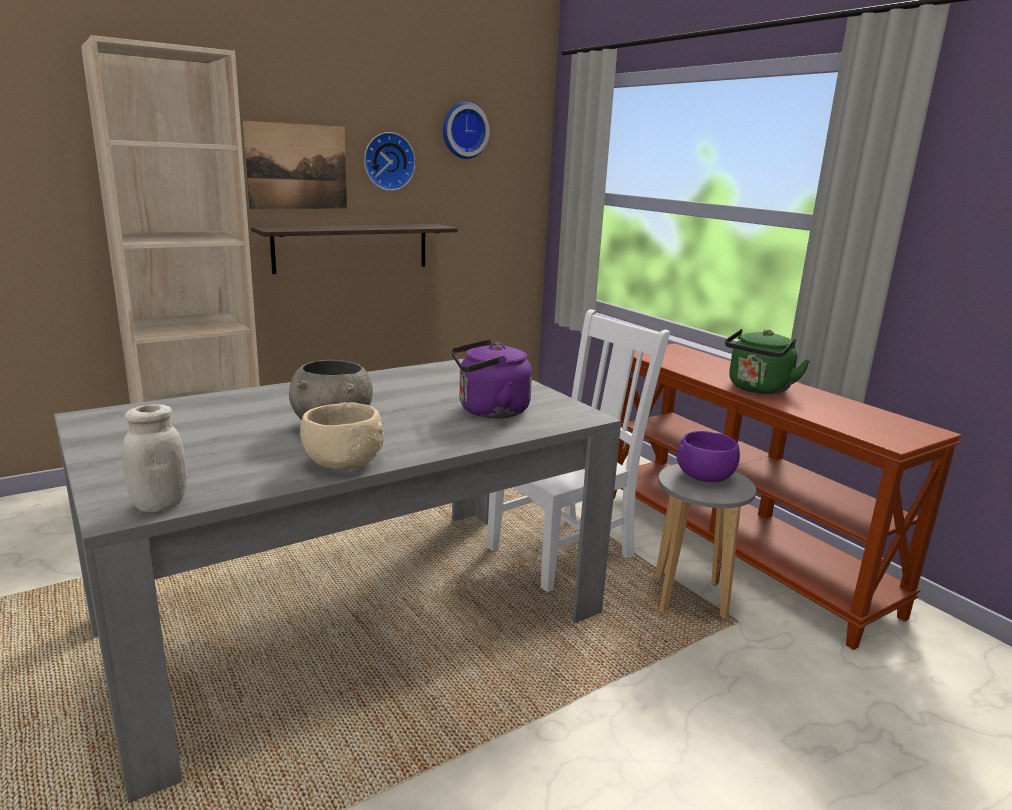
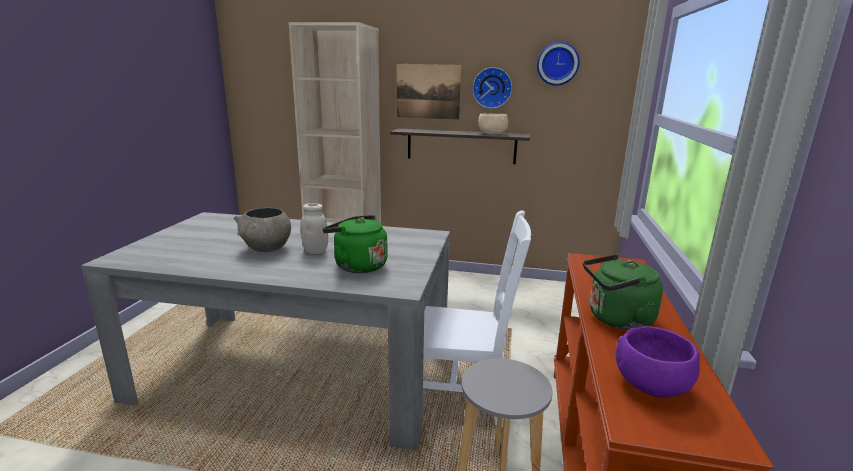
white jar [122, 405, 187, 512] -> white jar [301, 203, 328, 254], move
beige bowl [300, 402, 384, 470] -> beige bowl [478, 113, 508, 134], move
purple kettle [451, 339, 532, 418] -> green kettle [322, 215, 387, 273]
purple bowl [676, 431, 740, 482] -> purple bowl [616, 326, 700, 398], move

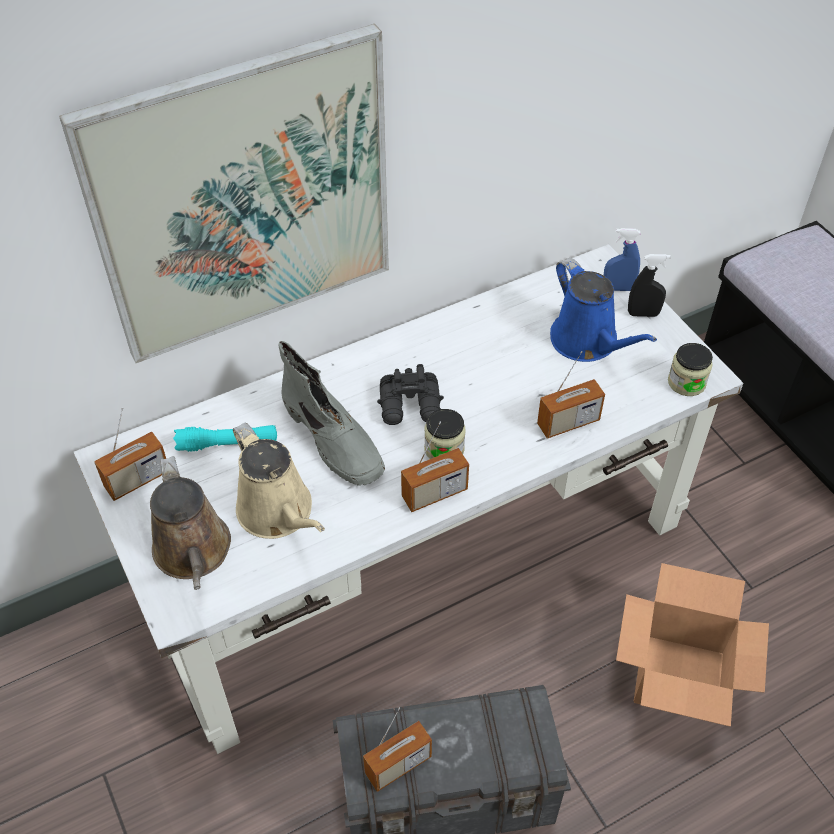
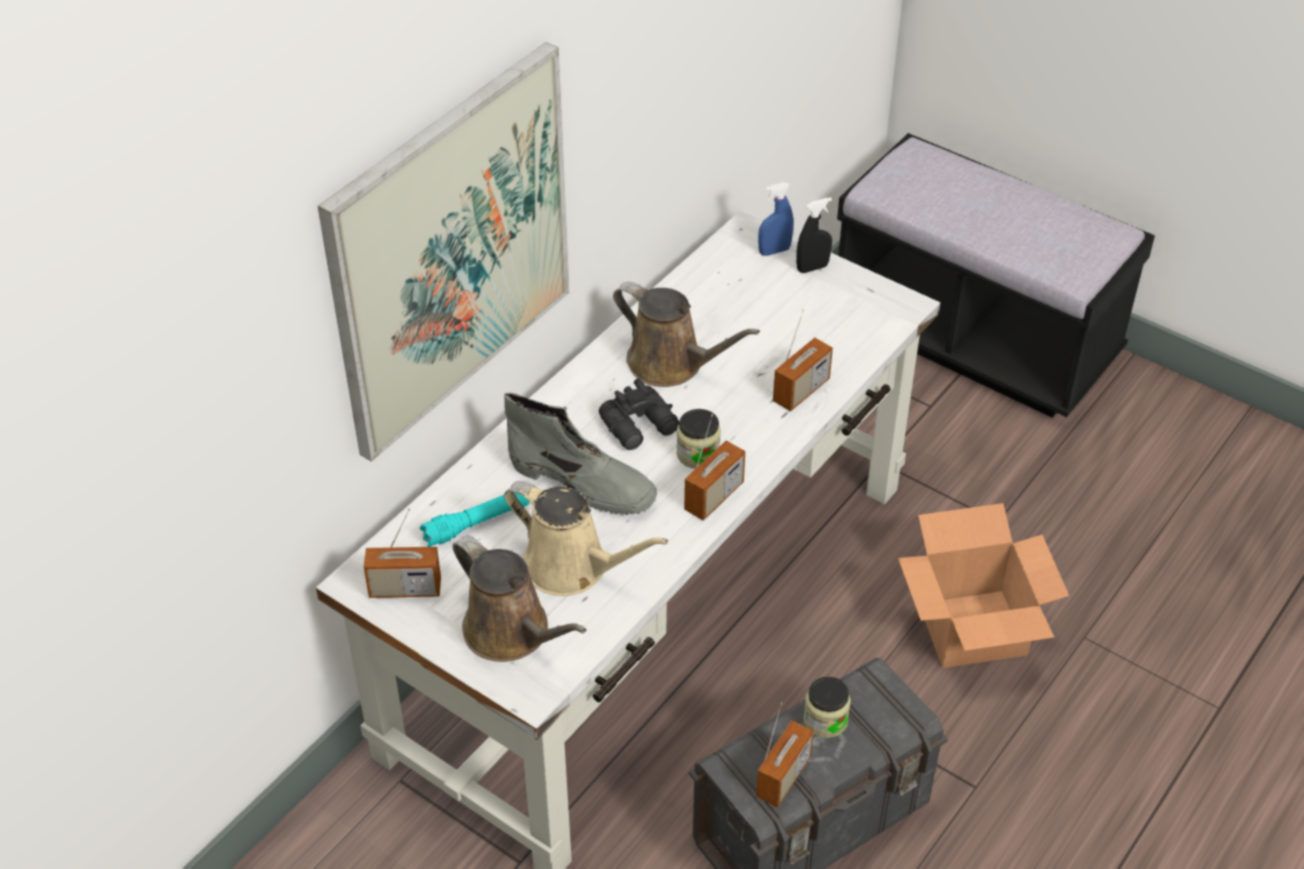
radio [94, 407, 166, 501] -> radio [364, 508, 441, 598], 60 degrees clockwise
blue watering can [550, 258, 657, 362] -> none
jar [668, 343, 713, 396] -> jar [803, 677, 851, 738], move
none -> brown watering can [613, 282, 760, 387]

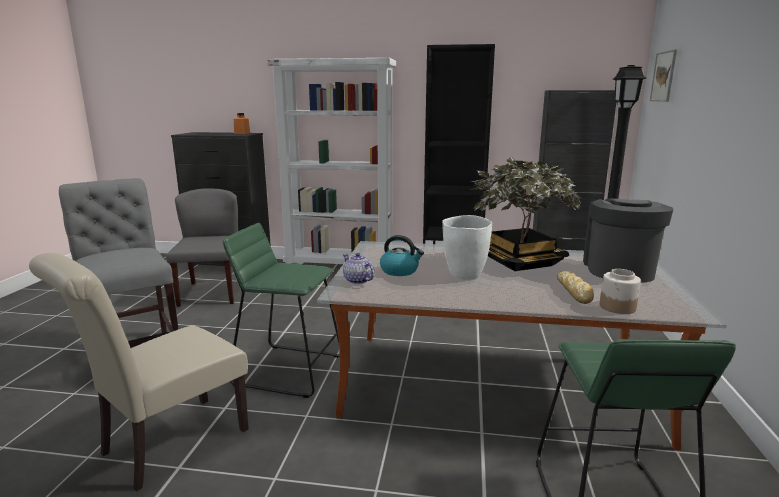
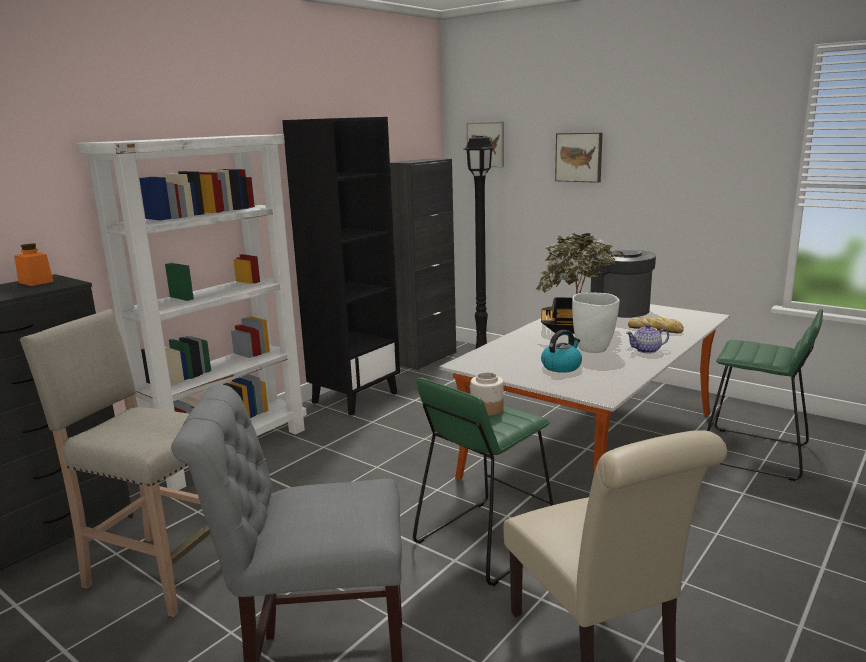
grey chair [166, 188, 238, 307] -> beige stool [19, 309, 211, 617]
teapot [343, 253, 375, 284] -> teapot [626, 324, 669, 353], move
jar [599, 269, 641, 314] -> jar [470, 372, 504, 416], move
none -> picture [555, 132, 603, 183]

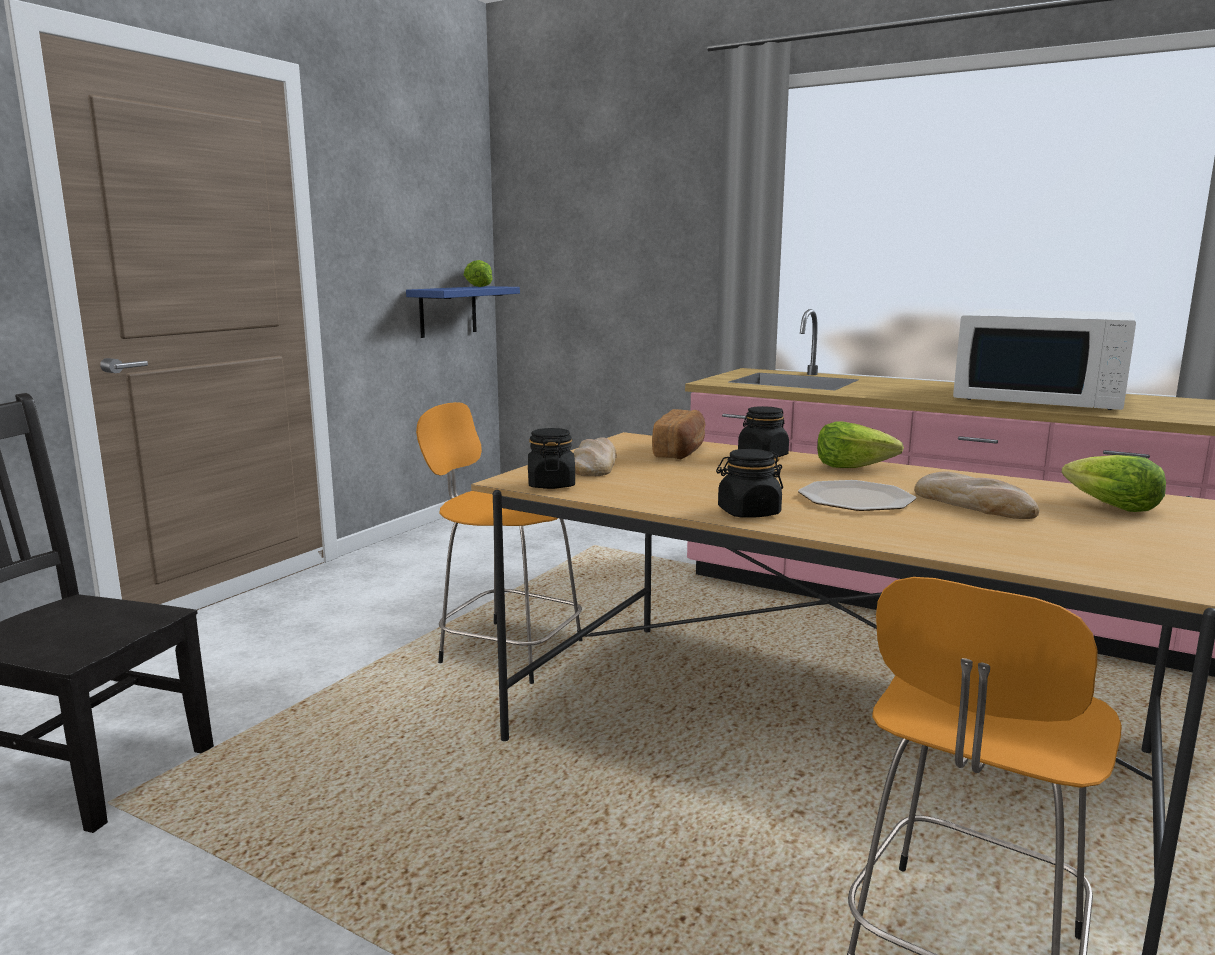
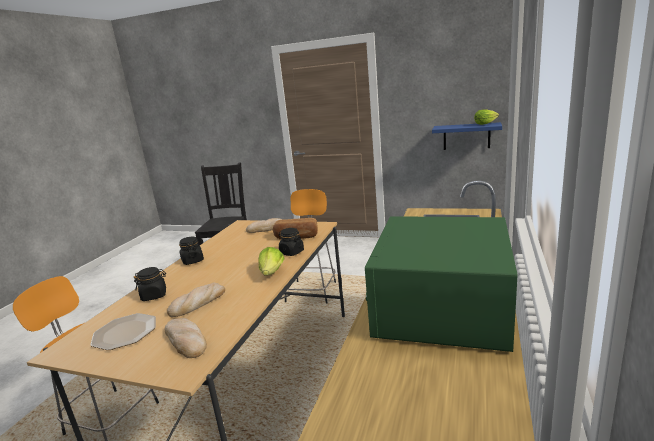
black jar [528, 428, 575, 489] -> black jar [134, 267, 166, 301], move
plate [798, 480, 916, 511] -> plate [90, 313, 156, 350], move
white microwave [953, 308, 1136, 410] -> green microwave [365, 216, 517, 352]
lettuce [1062, 455, 1166, 512] -> bread [165, 318, 207, 358]

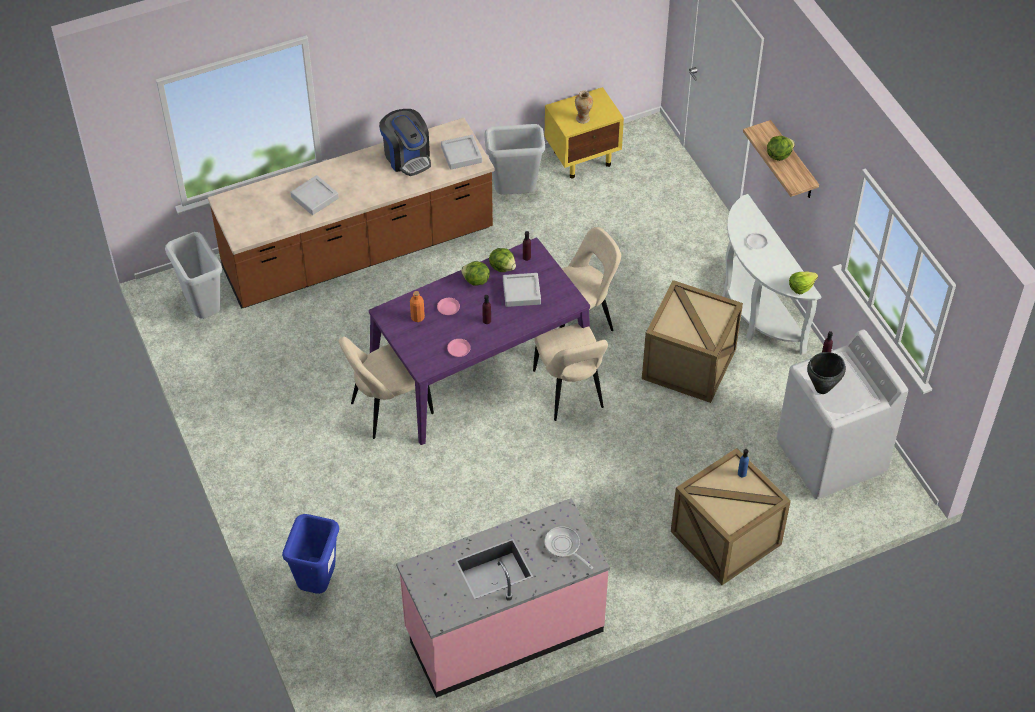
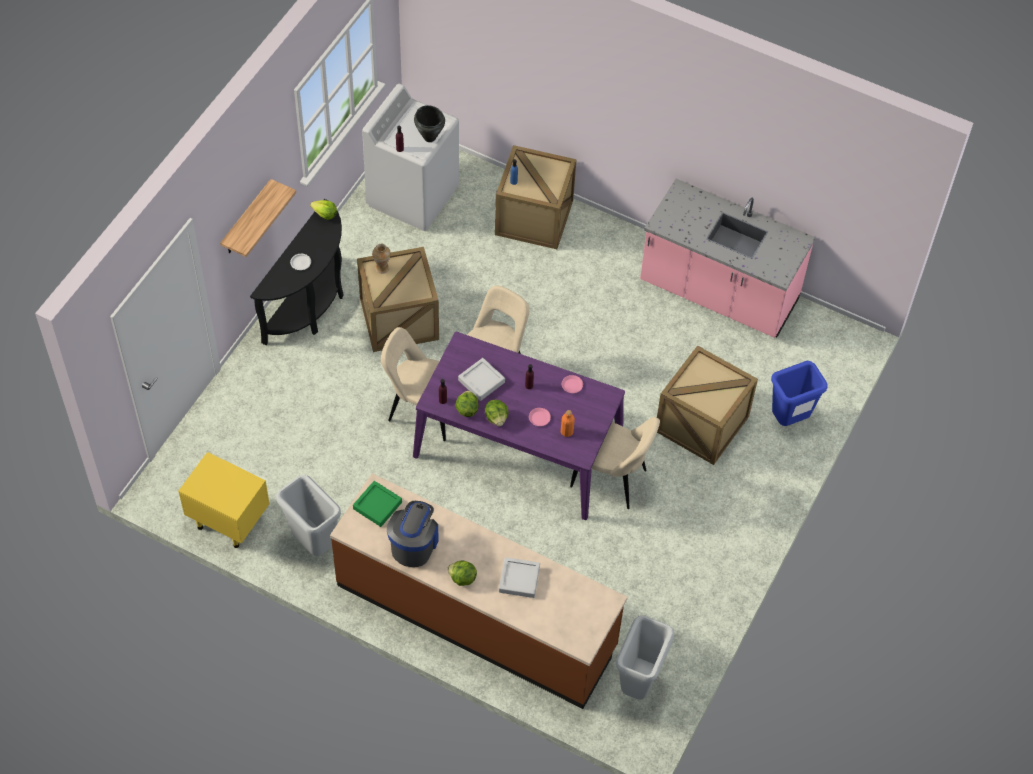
grey tray [441, 135, 482, 170] -> green tray [353, 481, 402, 527]
frying pan [544, 526, 593, 569] -> none
vase [575, 91, 593, 124] -> vase [372, 244, 391, 274], move
white console table [722, 194, 822, 355] -> black console table [250, 199, 344, 345]
lettuce [767, 136, 795, 161] -> lettuce [447, 560, 477, 586], move
none -> crate [657, 345, 758, 465]

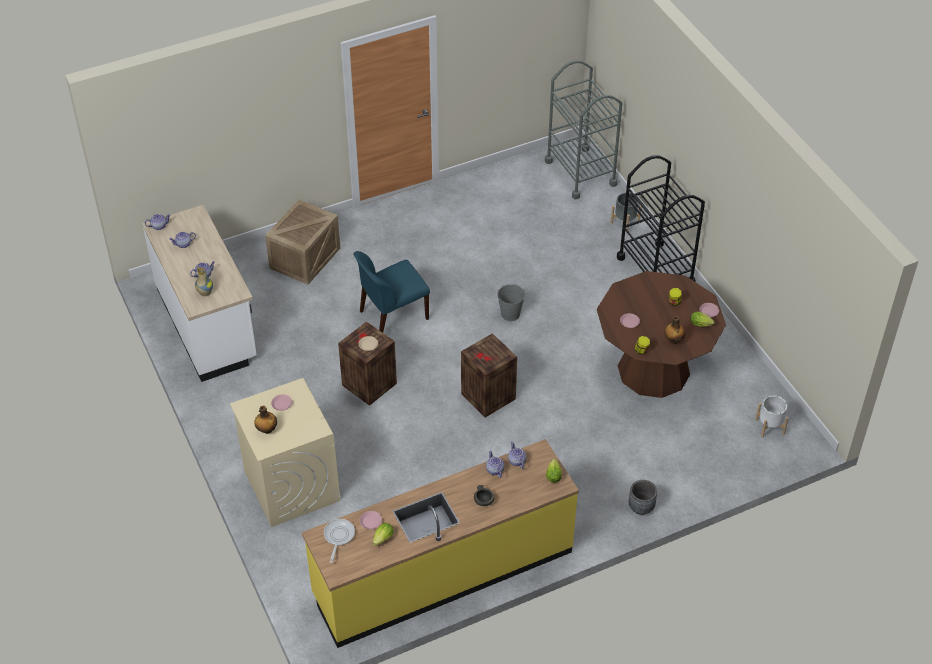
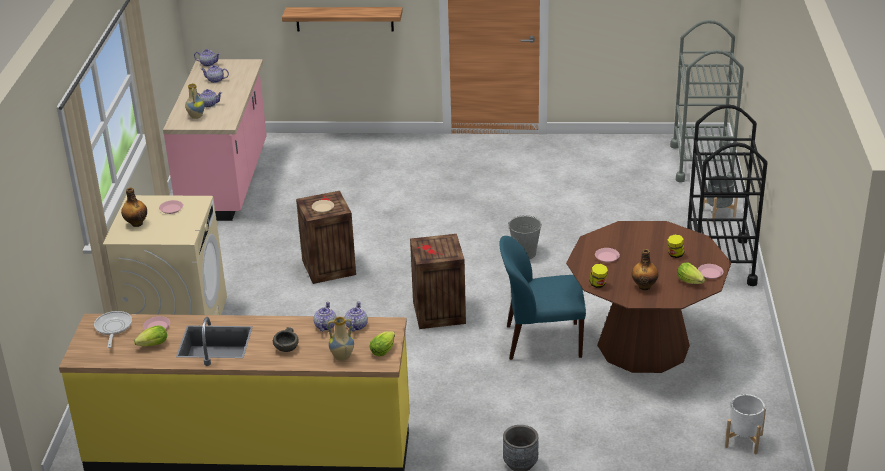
white counter [142, 205, 257, 382] -> pink counter [163, 59, 267, 221]
crate [265, 200, 340, 285] -> none
frying pan [324, 519, 355, 563] -> frying pan [94, 311, 132, 348], 45 degrees counterclockwise
blue chair [353, 251, 430, 333] -> blue chair [500, 236, 586, 360], move
none -> shelf [282, 7, 403, 32]
none -> vase [327, 317, 354, 361]

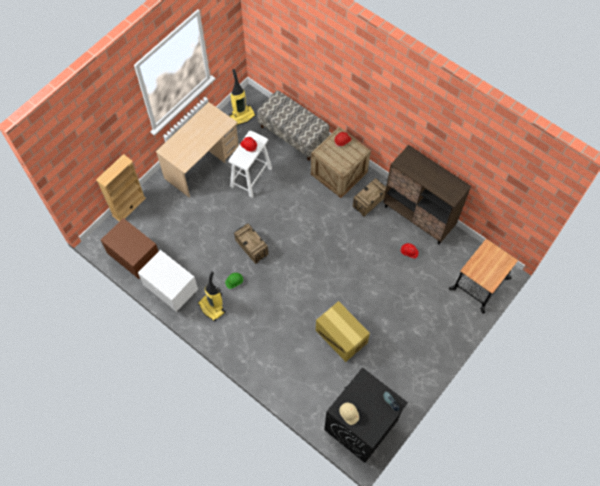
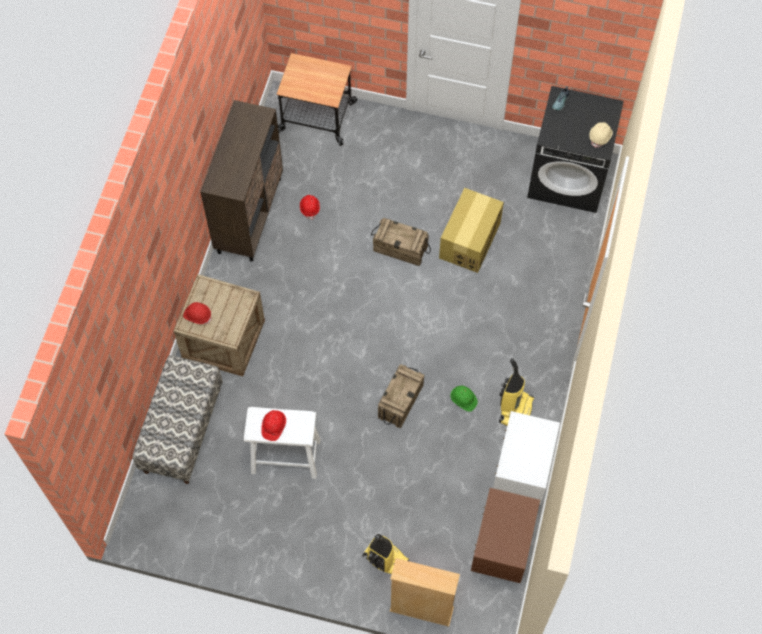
beige desk [156, 102, 239, 198] -> none
vacuum cleaner [229, 69, 256, 126] -> vacuum cleaner [362, 534, 410, 574], move
crate [353, 178, 386, 216] -> crate [371, 218, 431, 266], move

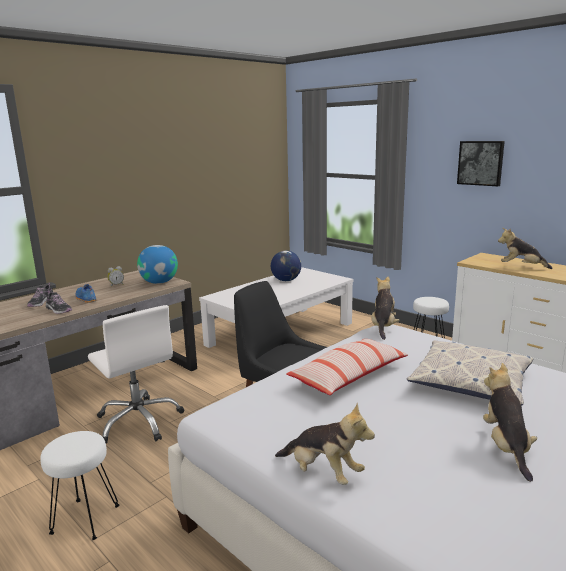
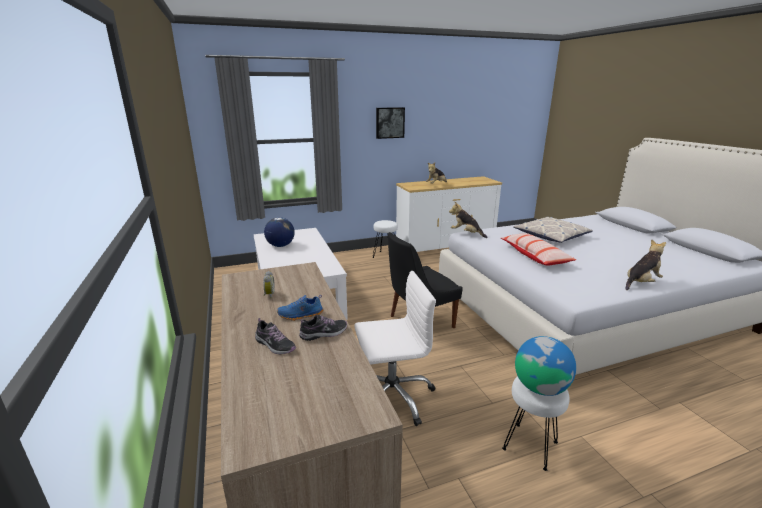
globe [137, 245, 178, 284] -> globe [515, 336, 576, 396], move
plush toy [483, 363, 537, 482] -> none

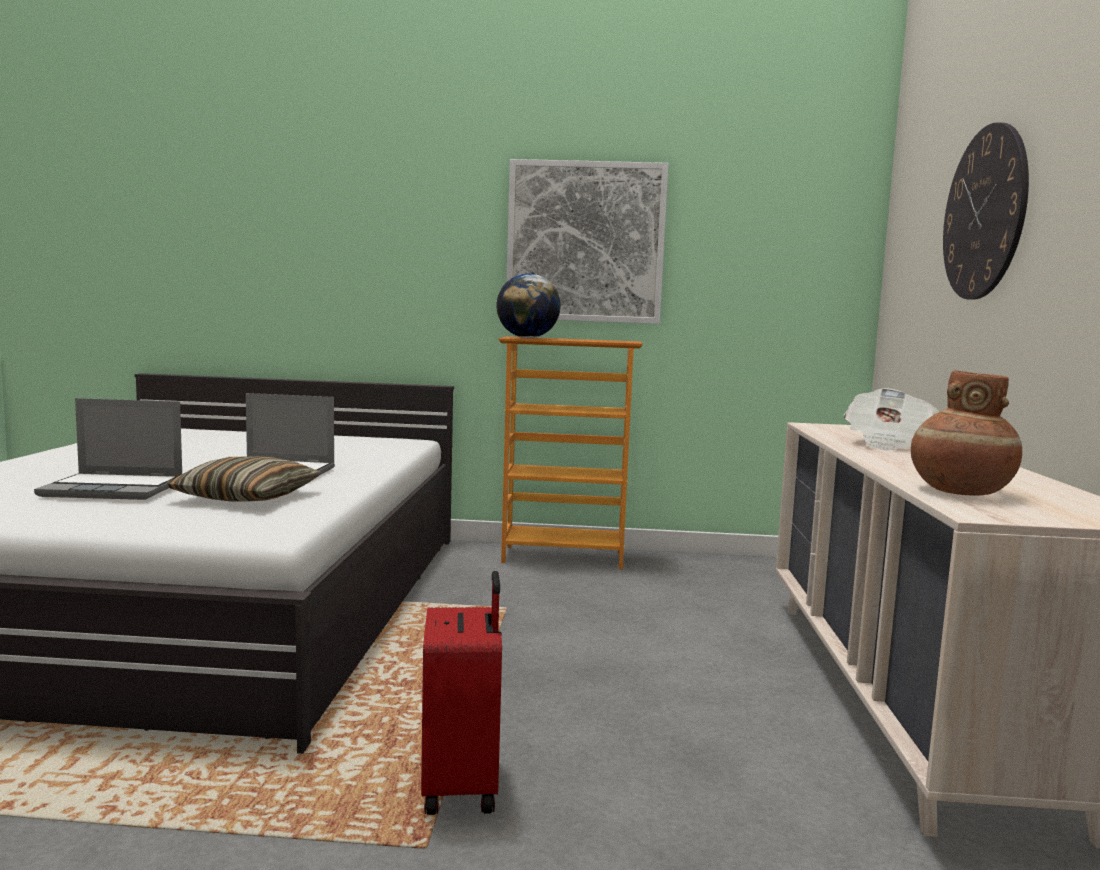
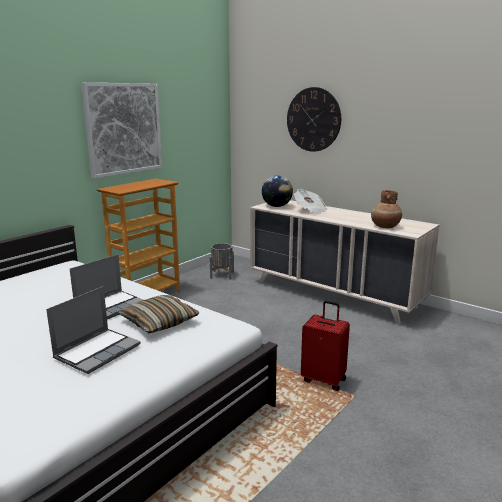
globe [496, 273, 560, 338] -> globe [262, 176, 293, 207], move
none -> grey planter [210, 243, 234, 279]

